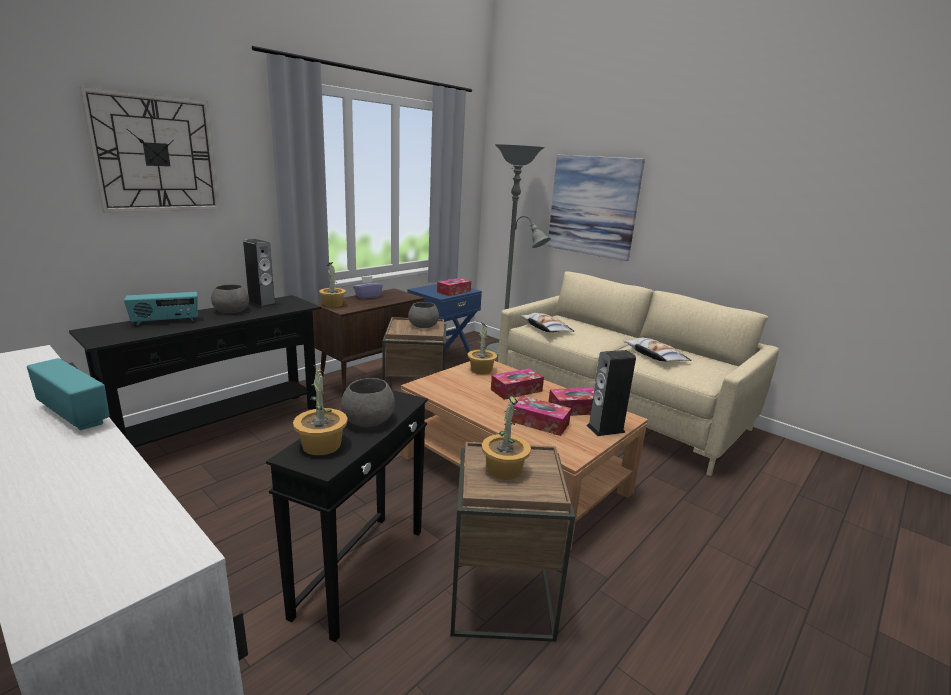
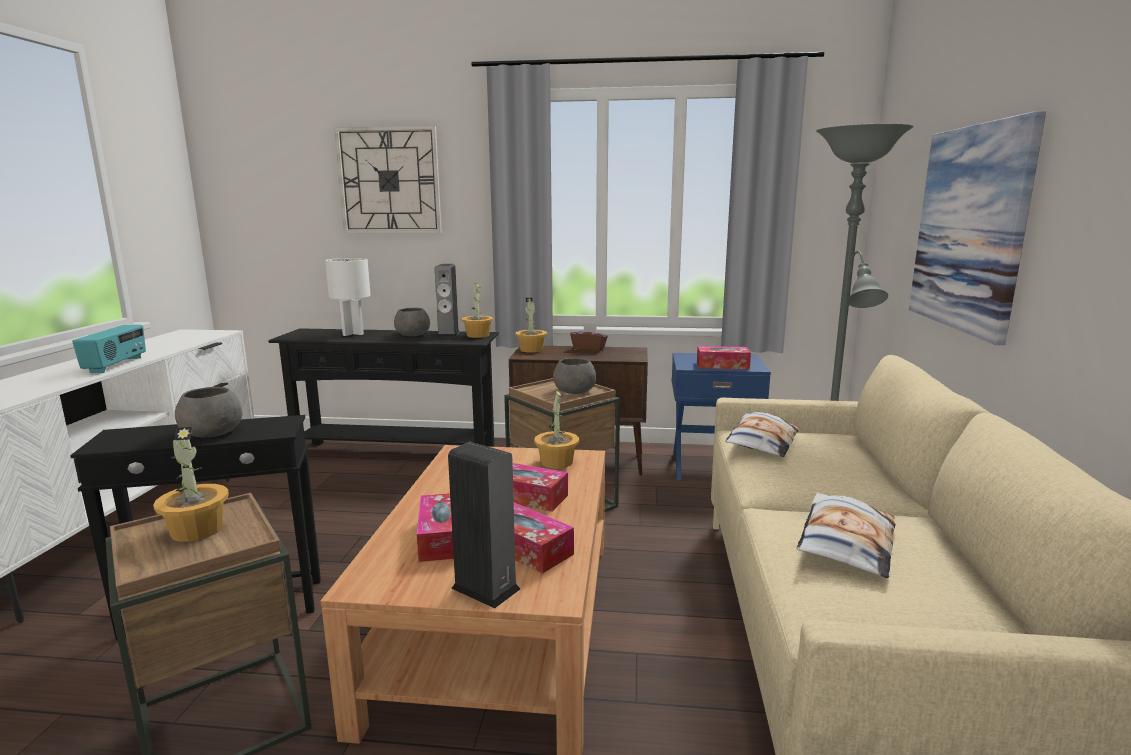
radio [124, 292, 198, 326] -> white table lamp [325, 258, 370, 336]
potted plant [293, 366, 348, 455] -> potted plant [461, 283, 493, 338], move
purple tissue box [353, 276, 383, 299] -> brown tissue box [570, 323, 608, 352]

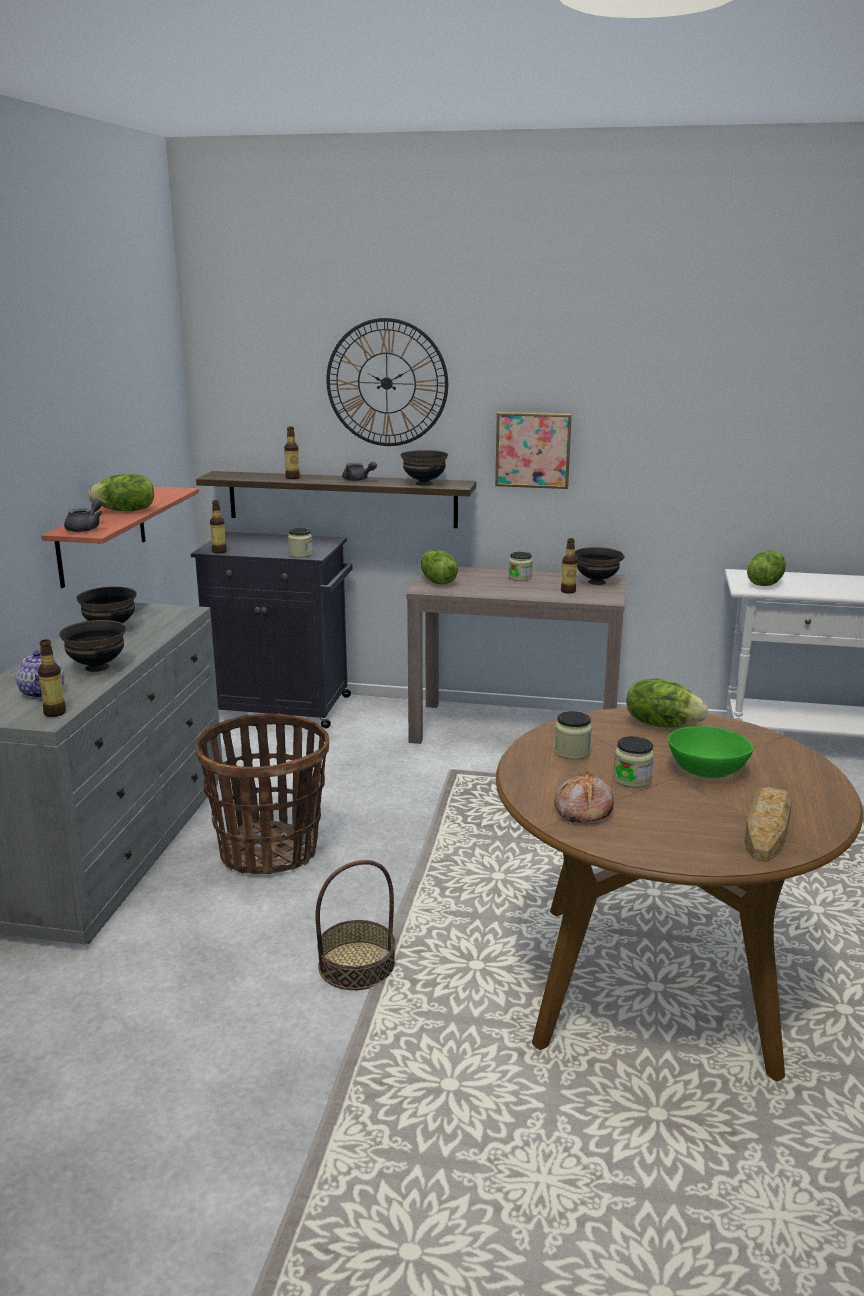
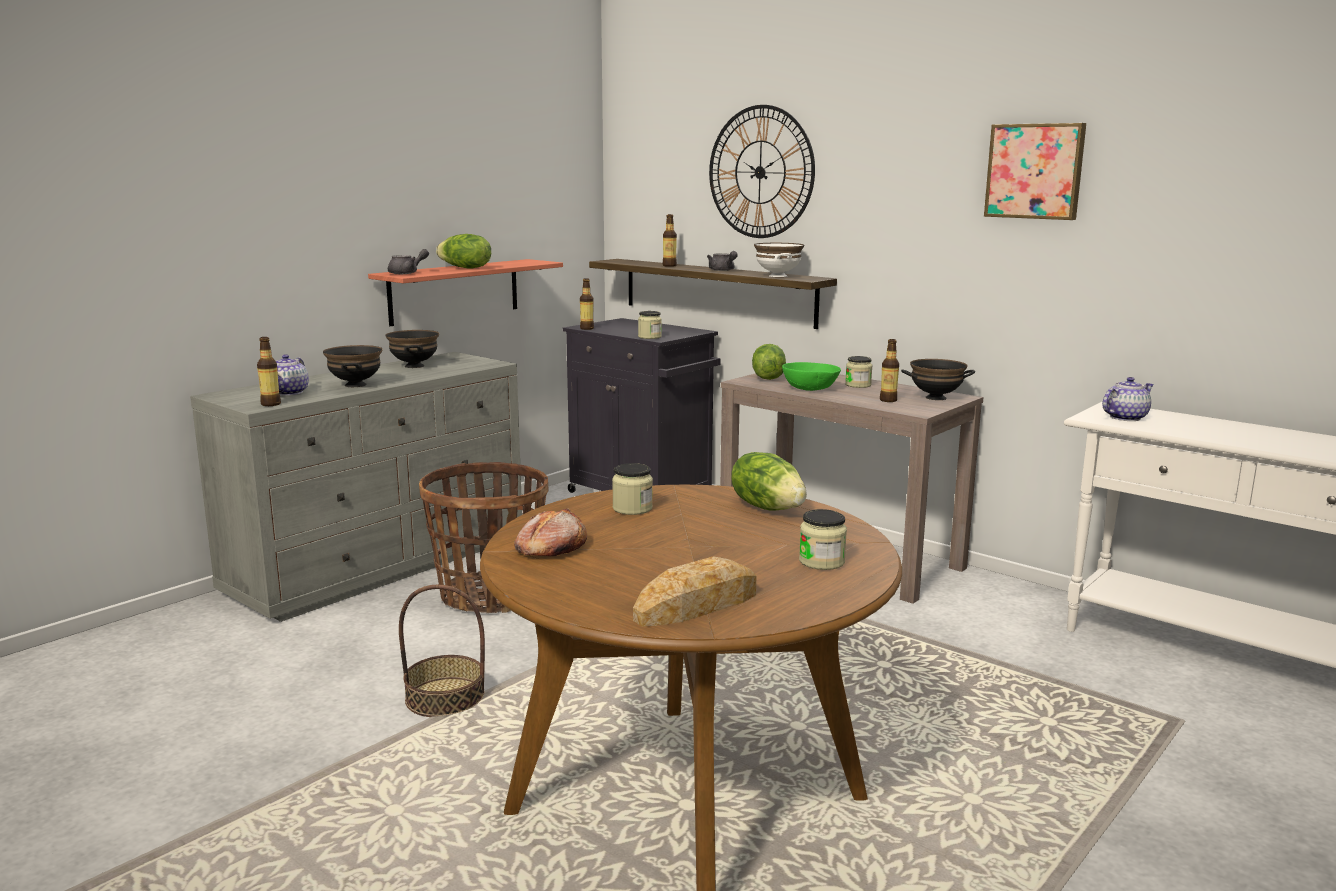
black bowl [401, 450, 448, 486] -> white bowl [754, 243, 804, 277]
picture [495, 412, 572, 489] -> picture [984, 123, 1086, 220], move
jar [614, 736, 654, 788] -> jar [799, 509, 847, 570], move
green bowl [668, 726, 753, 778] -> green bowl [782, 362, 841, 391], move
lettuce [747, 550, 786, 586] -> teapot [1102, 377, 1154, 421]

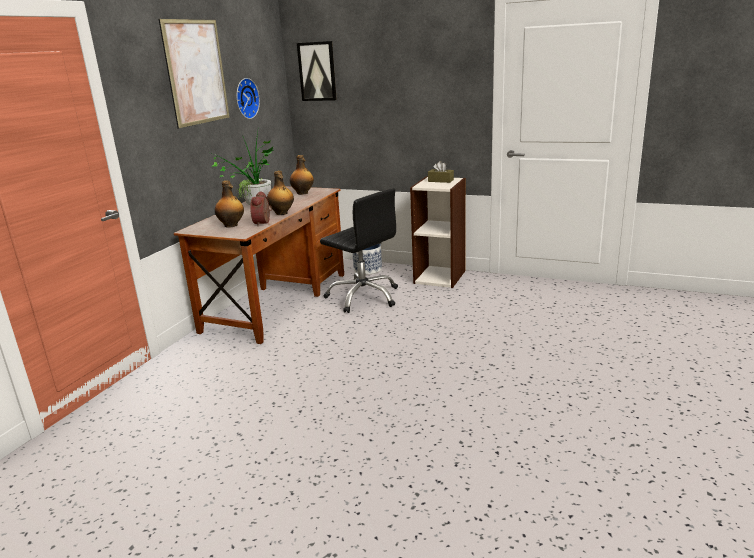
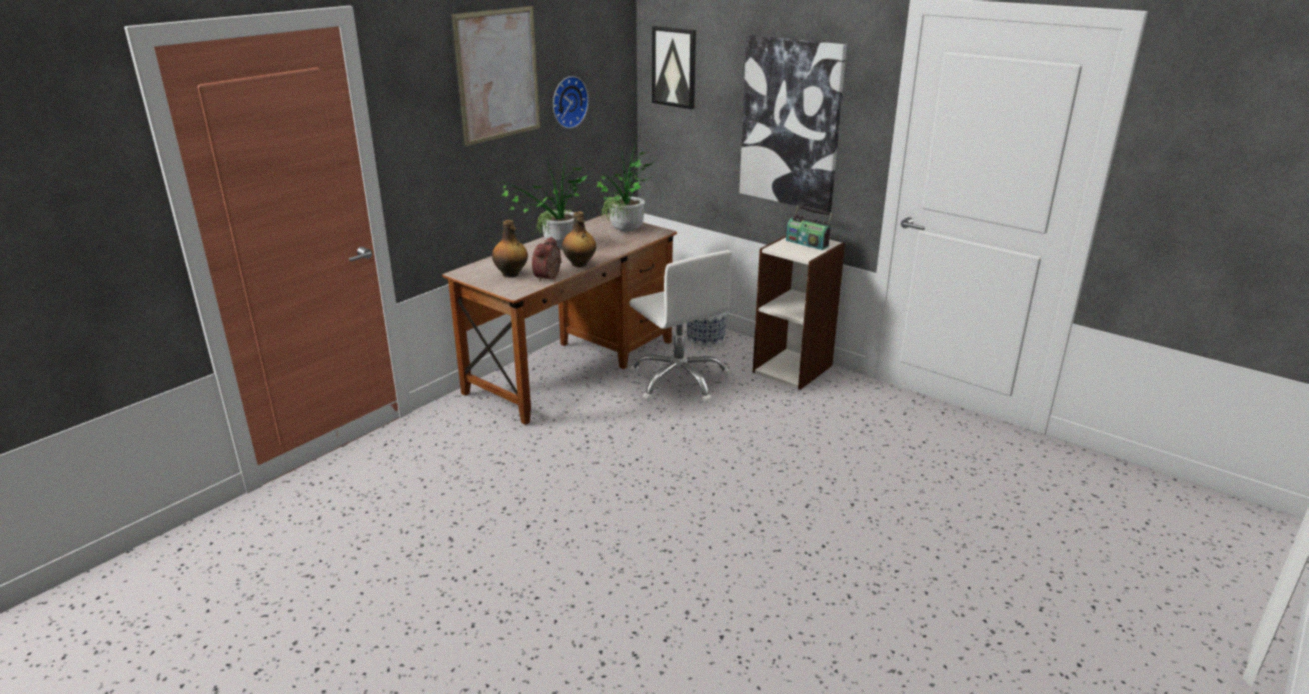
bottle [290, 155, 314, 195] -> potted plant [596, 137, 655, 231]
black office chair [320, 188, 398, 313] -> white office chair [629, 250, 732, 403]
brown tissue box [428, 161, 454, 183] -> radio [786, 205, 833, 250]
none -> picture [739, 35, 847, 212]

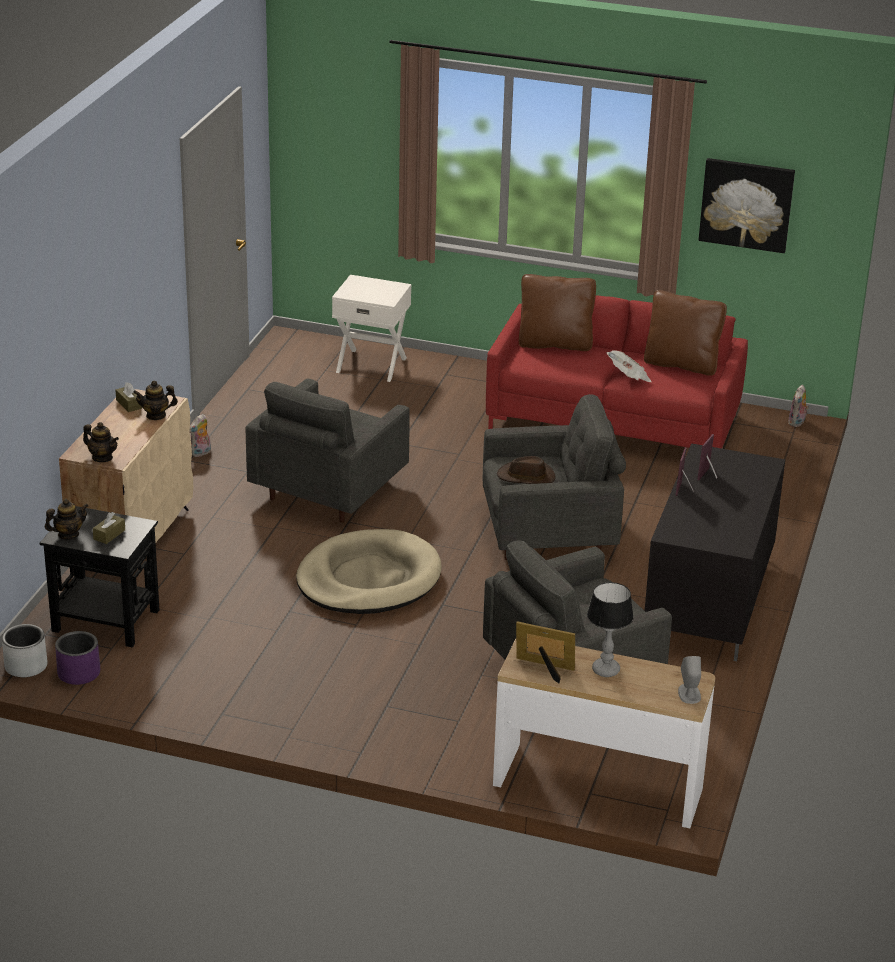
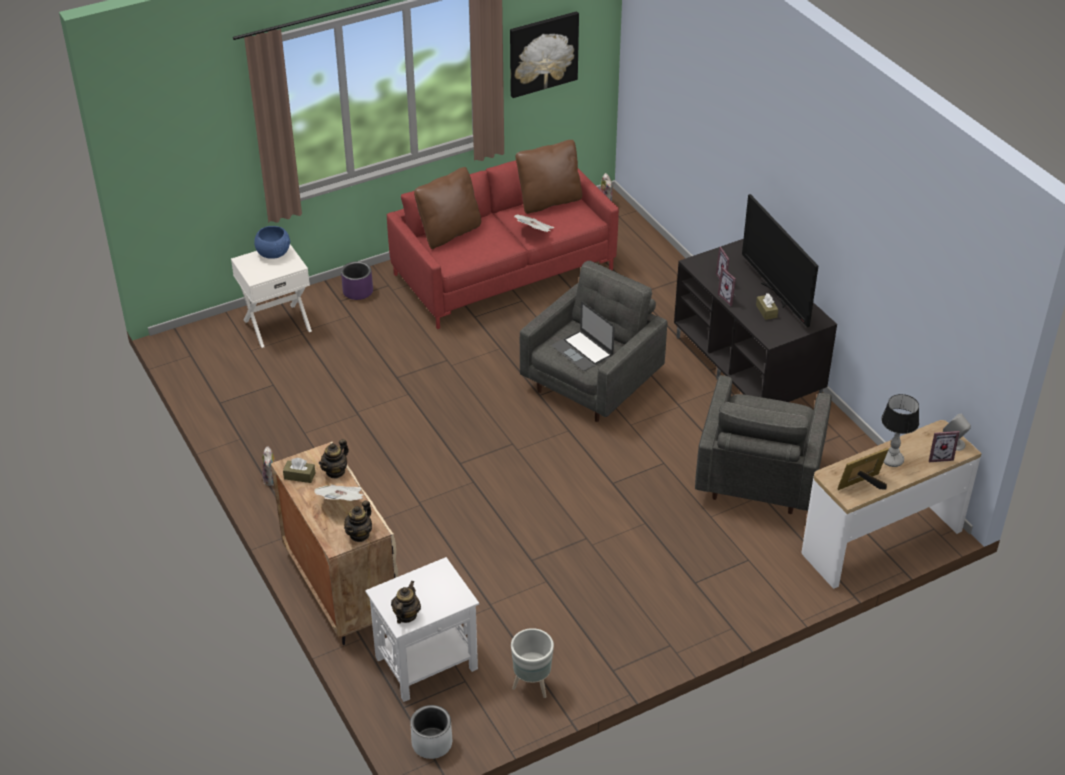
black side table [39, 506, 159, 648] -> white side table [365, 557, 479, 702]
purple planter [55, 631, 100, 685] -> purple planter [341, 261, 373, 300], move
teapot [83, 422, 119, 462] -> teapot [344, 500, 372, 542], 135 degrees clockwise
brown tissue box [93, 512, 125, 544] -> brown tissue box [756, 293, 778, 320], move
grey armchair [245, 378, 410, 522] -> none
beige dog bed [296, 529, 442, 614] -> none
brown hat [497, 456, 556, 484] -> laptop [552, 302, 615, 371]
none -> blue bowl [254, 226, 290, 259]
none -> newspaper [314, 484, 363, 501]
none -> grey planter [511, 628, 554, 698]
none -> television [742, 194, 818, 327]
none -> picture frame [929, 431, 960, 462]

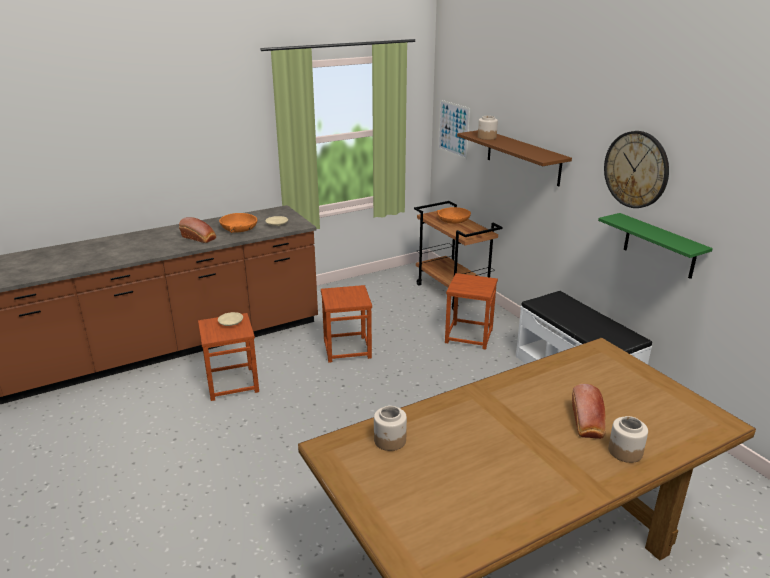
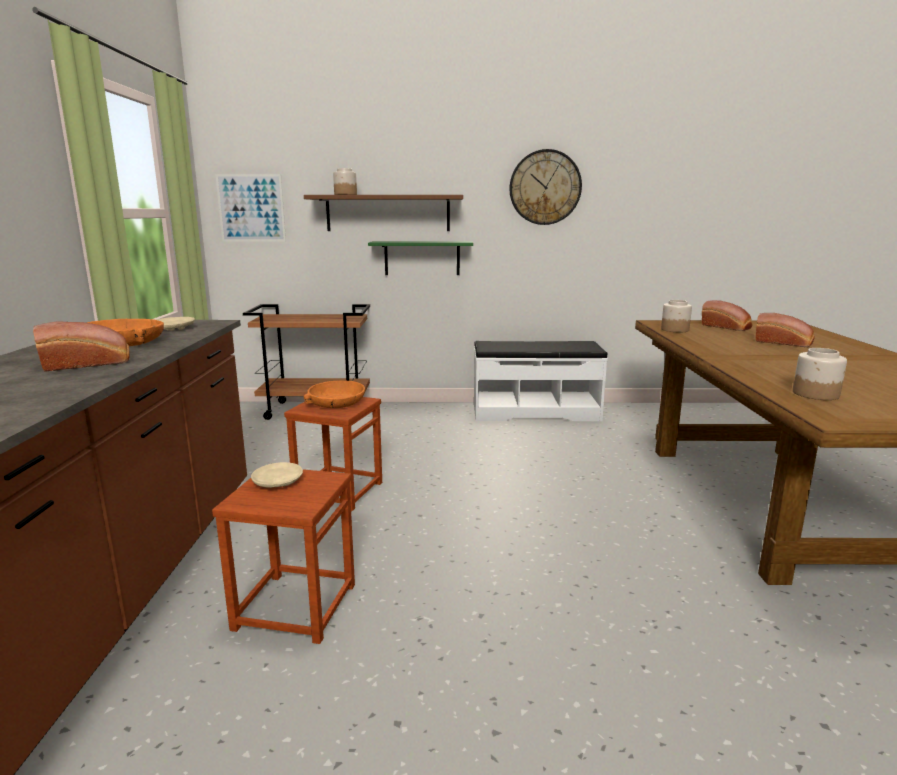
orange bowl [437, 207, 471, 224] -> orange bowl [304, 381, 365, 408], move
brown stool [445, 273, 498, 350] -> none
green shelf [598, 213, 713, 279] -> green shelf [368, 241, 473, 275], move
jar [608, 416, 648, 463] -> jar [661, 300, 692, 332], move
none -> bread [702, 300, 752, 331]

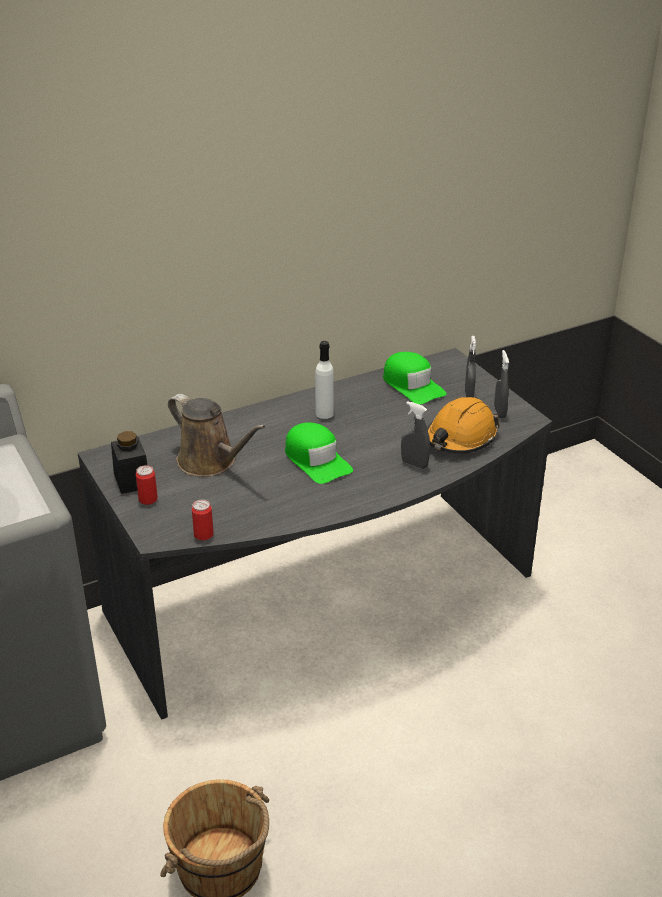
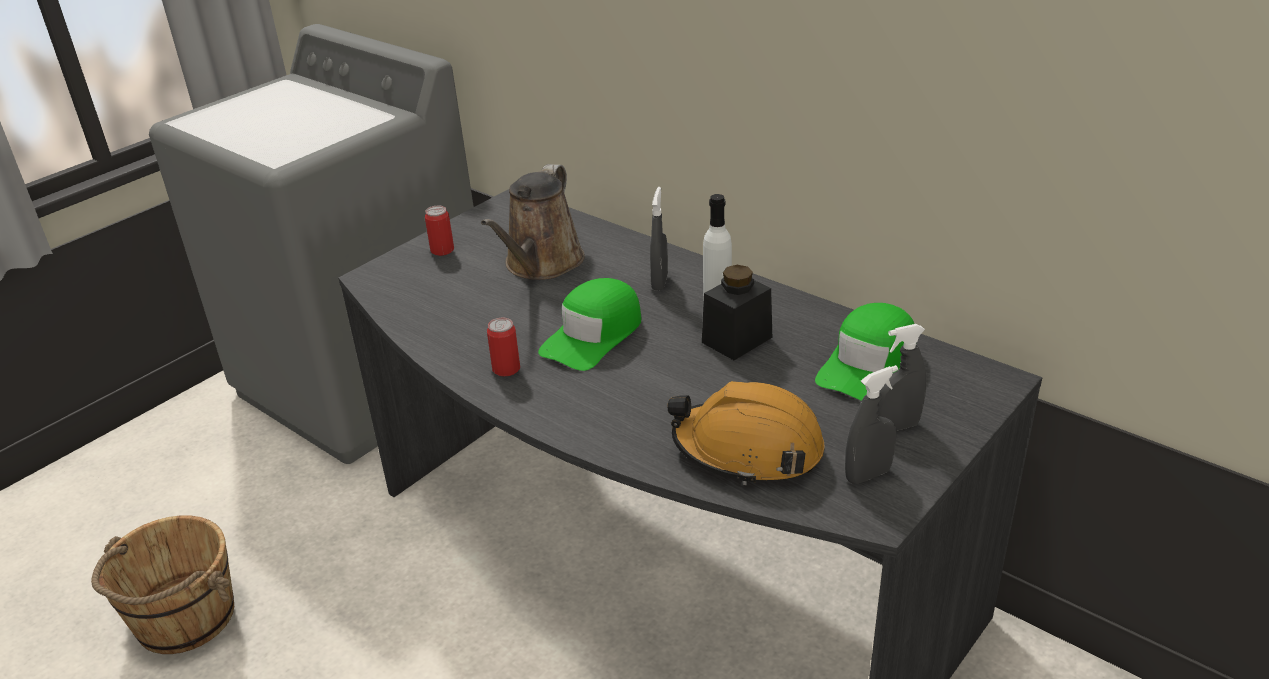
black jar [111, 431, 147, 494] -> black jar [702, 265, 772, 360], move
can [192, 500, 214, 541] -> can [487, 318, 520, 377], move
grey spray bottle [401, 401, 430, 469] -> grey spray bottle [650, 187, 668, 291], move

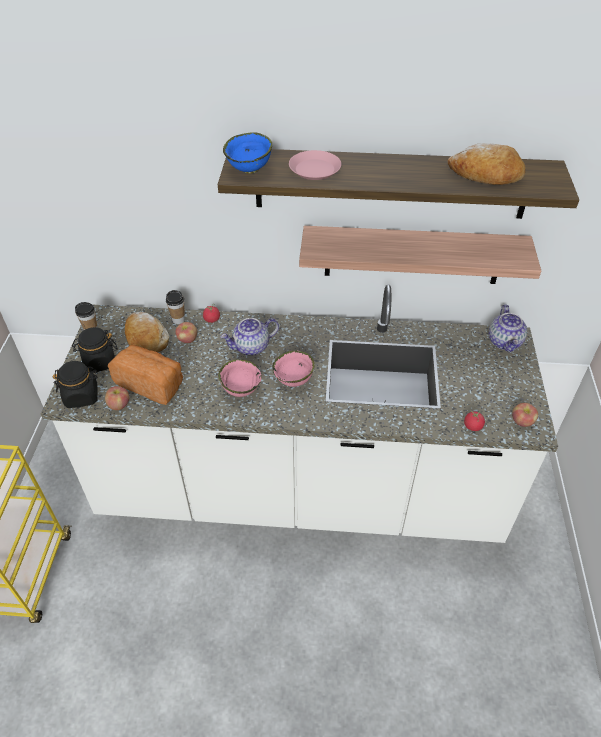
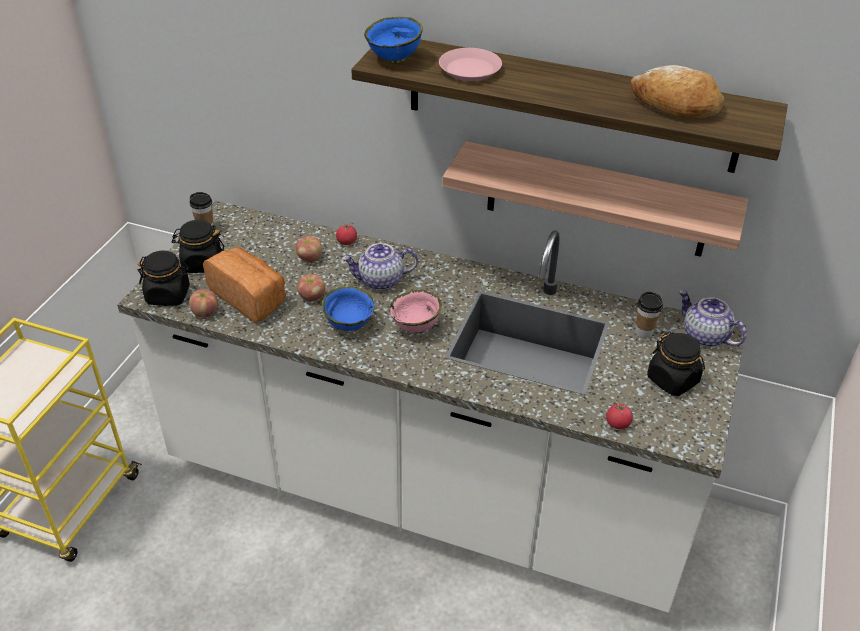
bread [125, 312, 169, 353] -> none
cup [166, 290, 185, 324] -> cup [635, 292, 663, 338], move
pink bowl [218, 359, 262, 397] -> blue bowl [322, 286, 375, 331]
teapot [489, 305, 527, 352] -> teapot [679, 290, 747, 347], 120 degrees clockwise
apple [512, 403, 538, 427] -> apple [297, 274, 325, 301], move
none -> black jar [647, 331, 705, 396]

